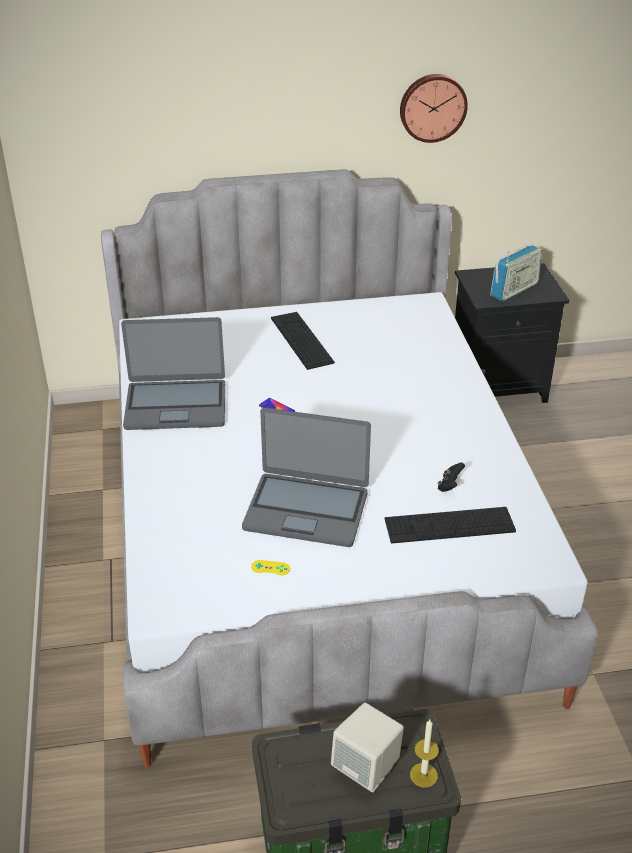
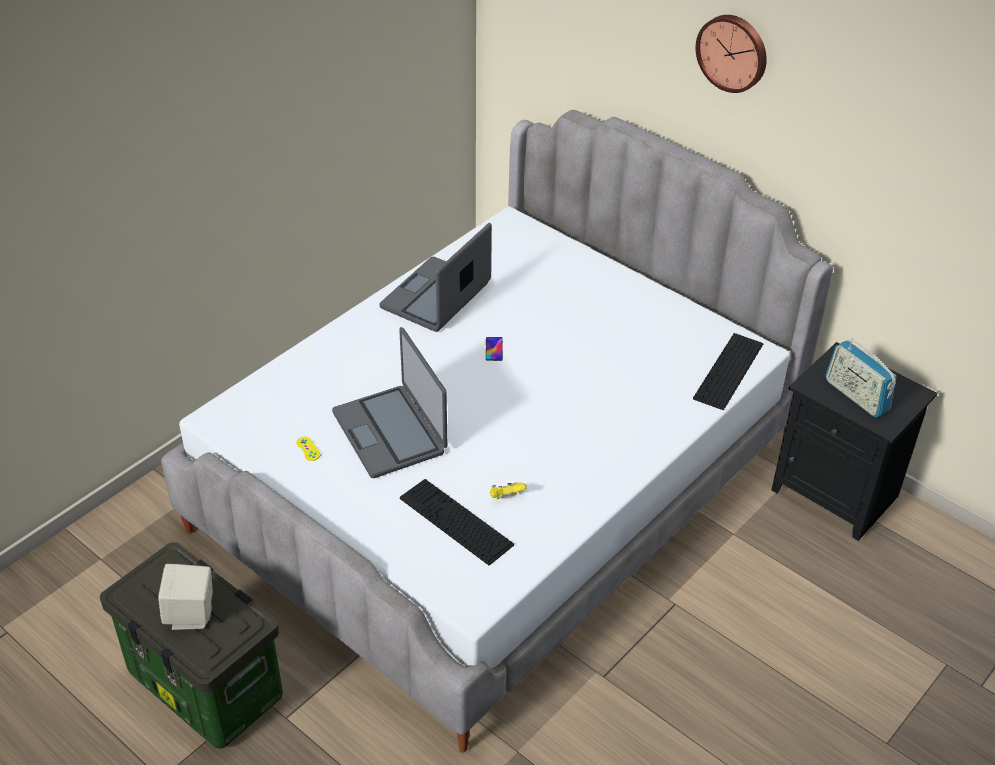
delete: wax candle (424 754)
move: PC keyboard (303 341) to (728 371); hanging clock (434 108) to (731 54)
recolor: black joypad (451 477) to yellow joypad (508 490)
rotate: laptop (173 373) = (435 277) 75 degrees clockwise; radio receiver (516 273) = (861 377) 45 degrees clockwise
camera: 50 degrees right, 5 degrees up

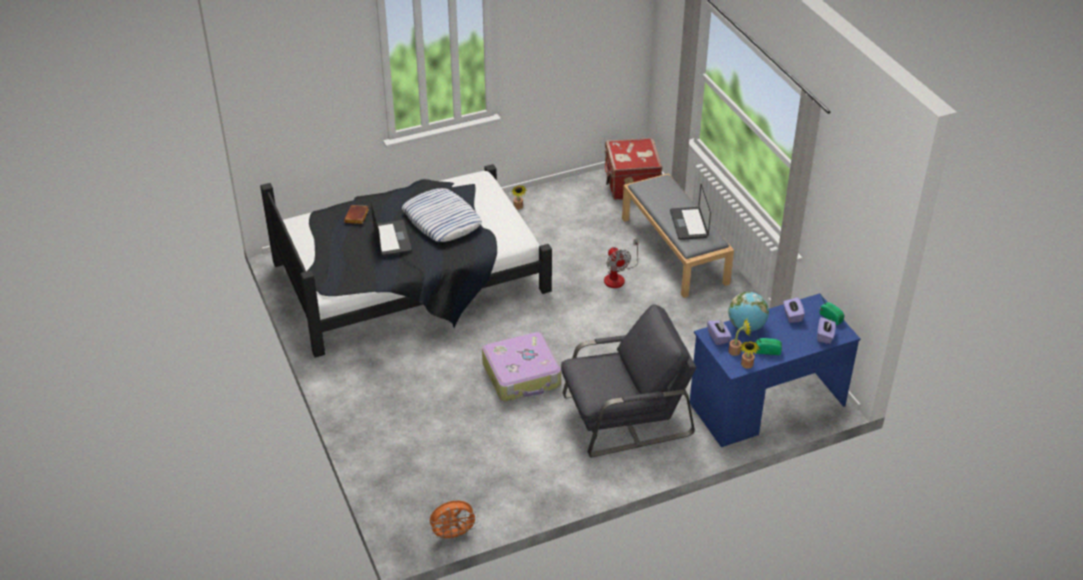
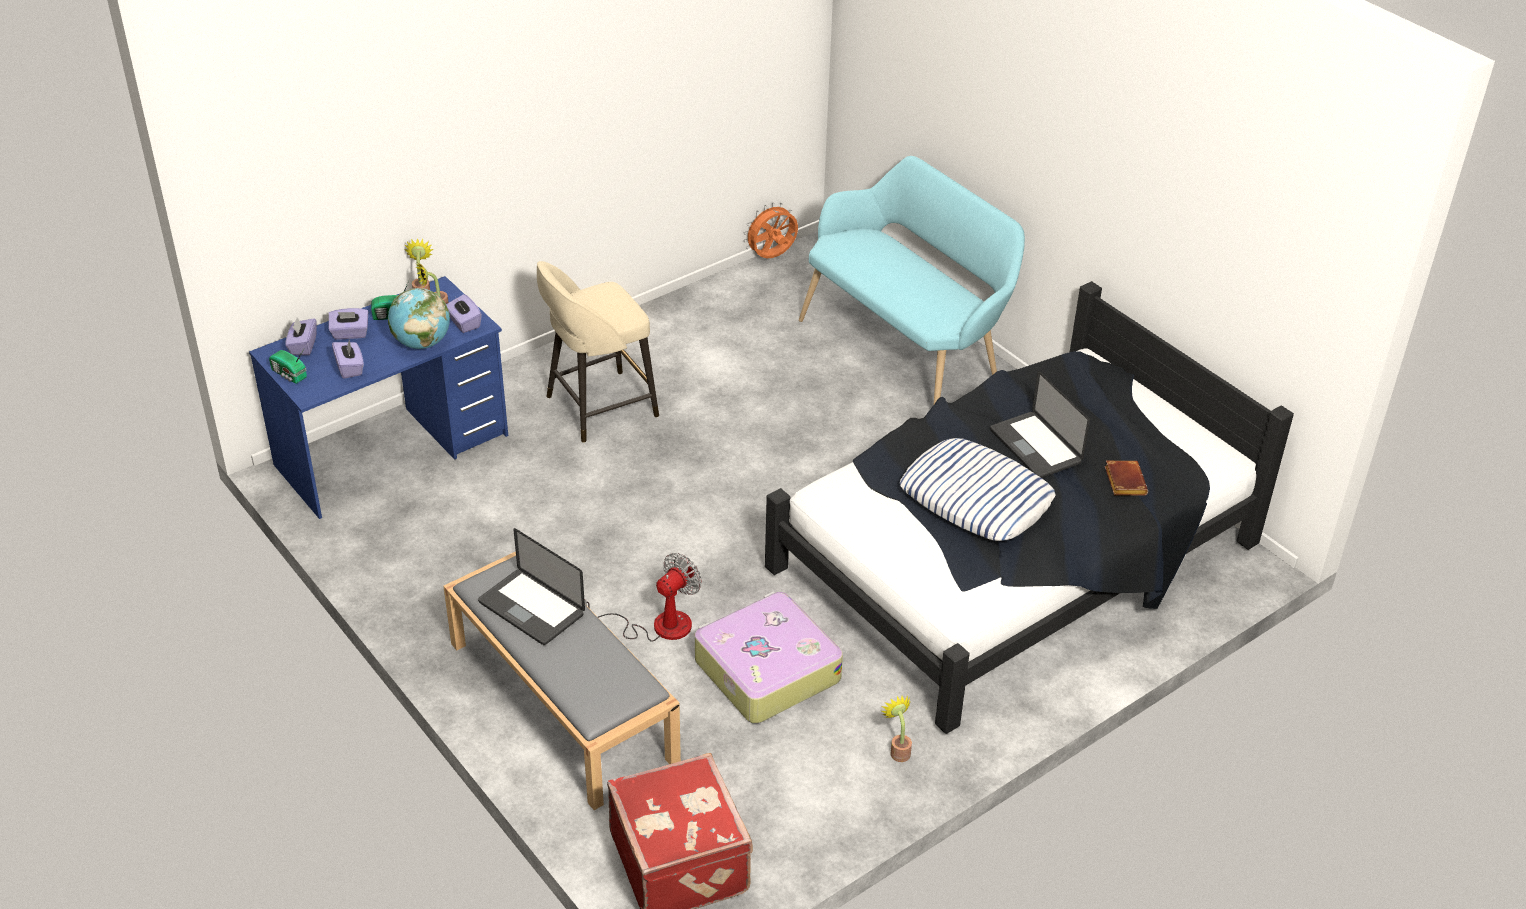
insert: purplish tissue box (348 324); blue-green bench (912 280)
move: suitcase (521 366) to (769 657)
replace: grey armchair (628 380) to beige-coloured stool seat (598 352)
rotate: fan (621 263) = (643 597) 75 degrees clockwise; laptop (690 212) = (531 586) 150 degrees clockwise
camera: 165 degrees right, 0 degrees up

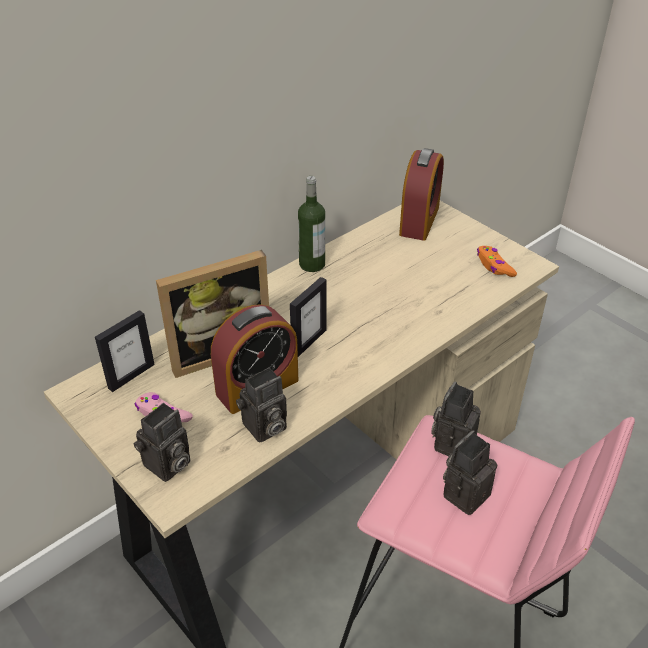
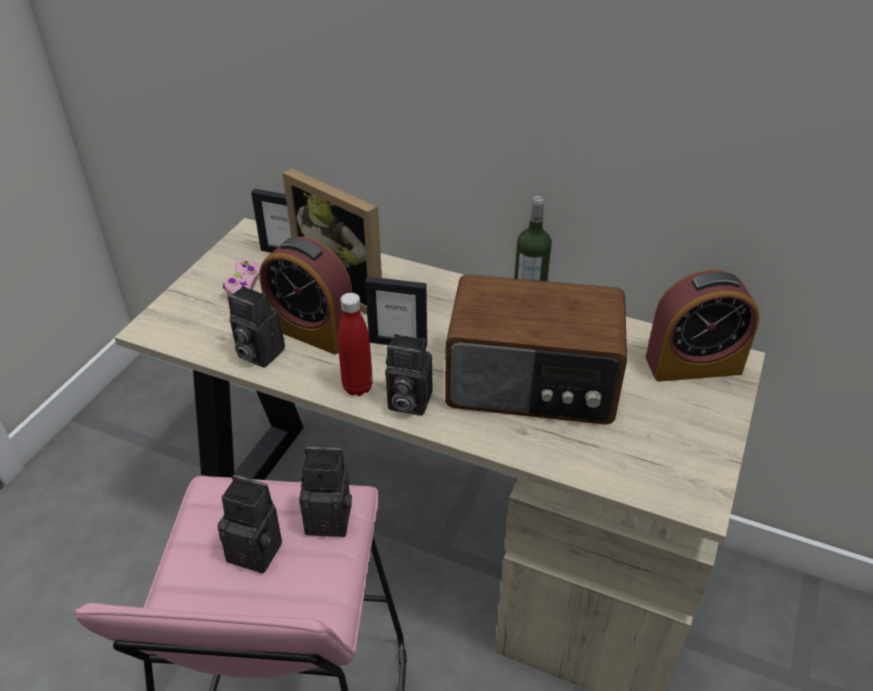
delete: orangey joypad (497 261)
insert: red bottle (355 344); radio receiver (536 349)
move: still camera (162 442) to (409 375)
camera: 65 degrees right, 0 degrees up

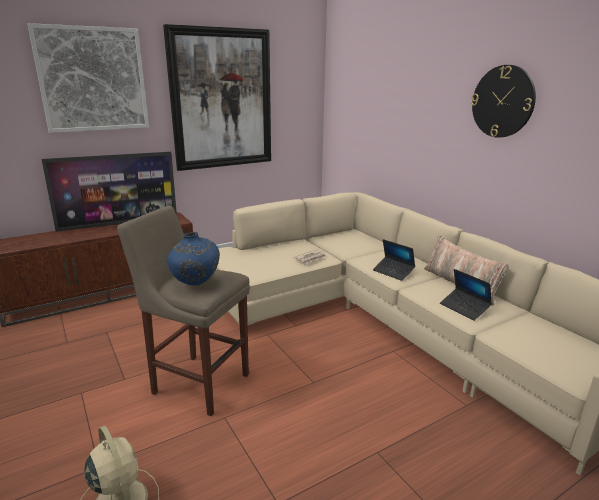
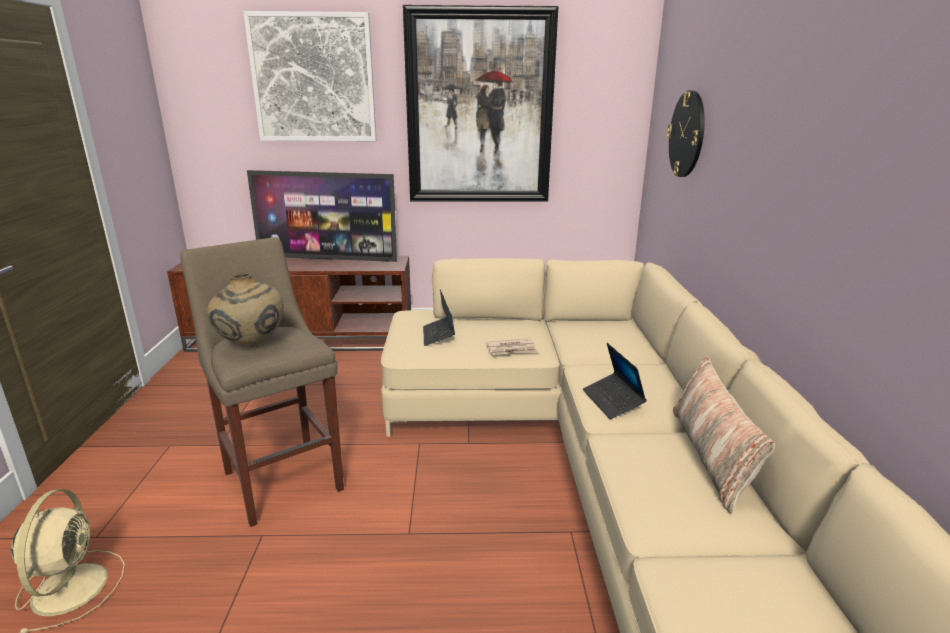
move: laptop (466 295) to (439 317); hanging clock (503 101) to (686 133)
recolor: bluish flower vase (193 258) to beige-coloured flower vase (245 310)
camera: 30 degrees right, 0 degrees up

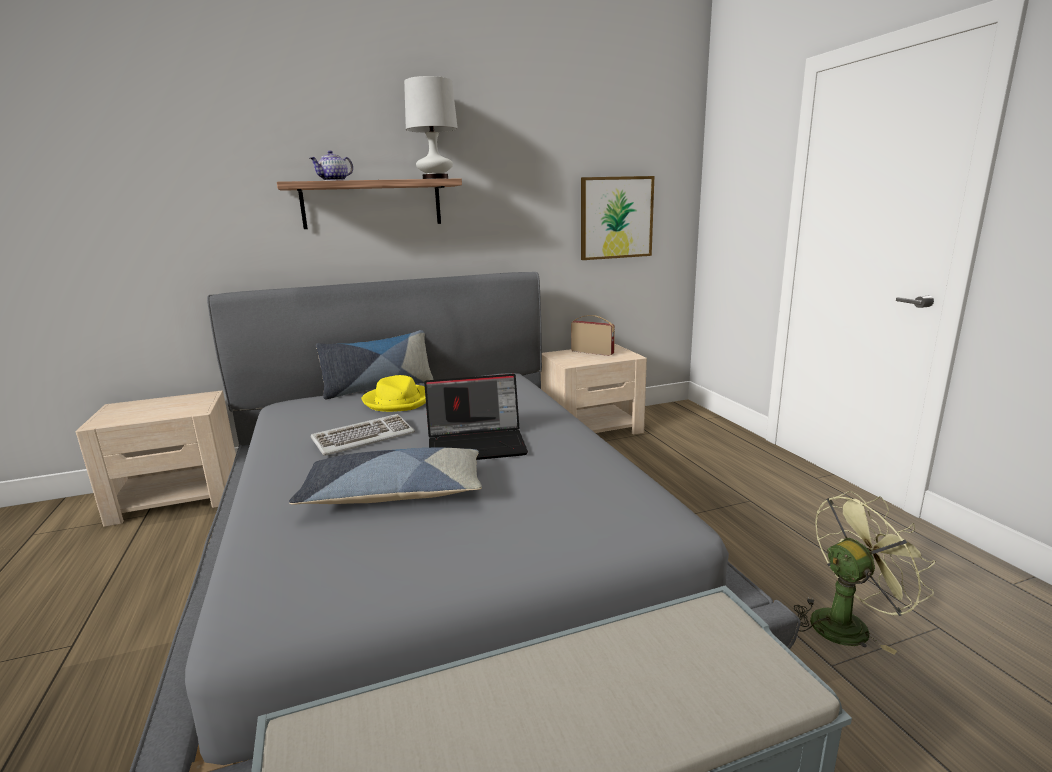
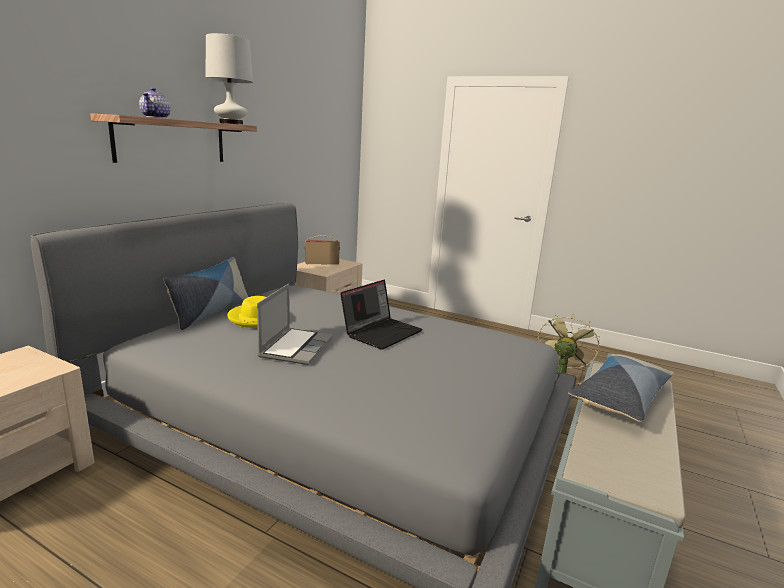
delete: wall art (617 218)
move: pillow (385 476) to (621 387)
replace: PC keyboard (363 435) to laptop (295 324)
camera: 45 degrees left, 0 degrees up

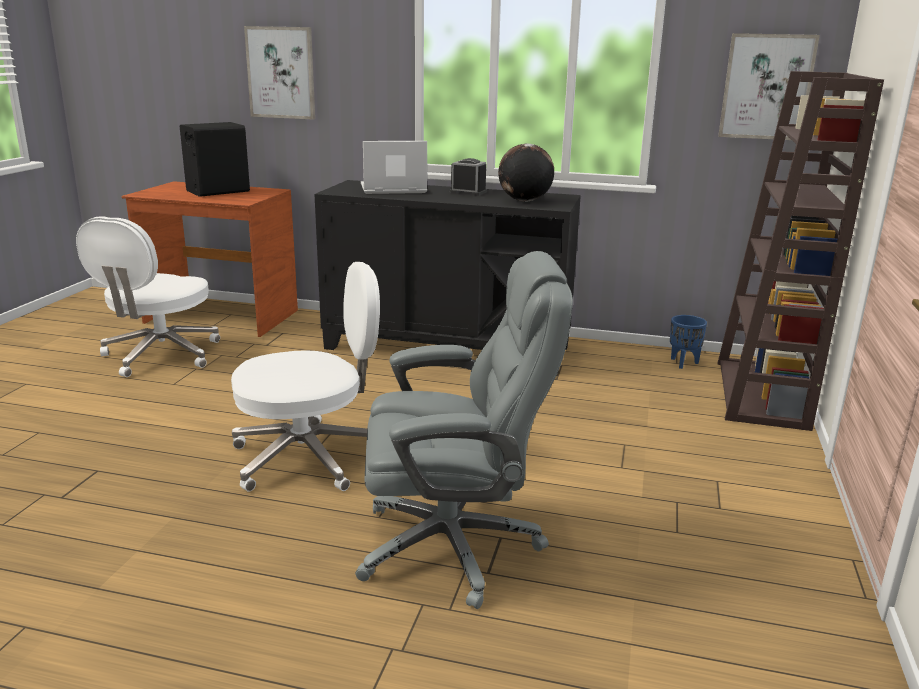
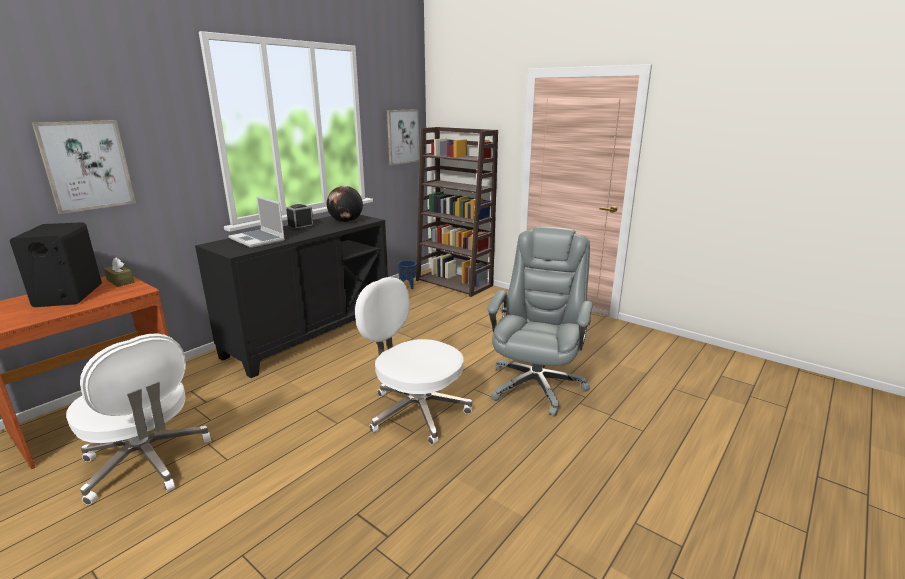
insert: brownish tissue box (119 272)
rotate: white computer chair (305 377) = (413 361) 60 degrees counterclockwise; laptop (394 167) = (257 222) 60 degrees counterclockwise
camera: 65 degrees left, 0 degrees up

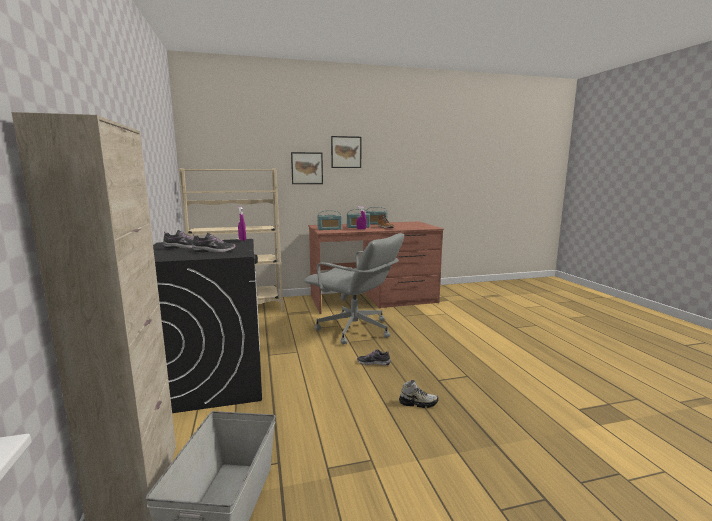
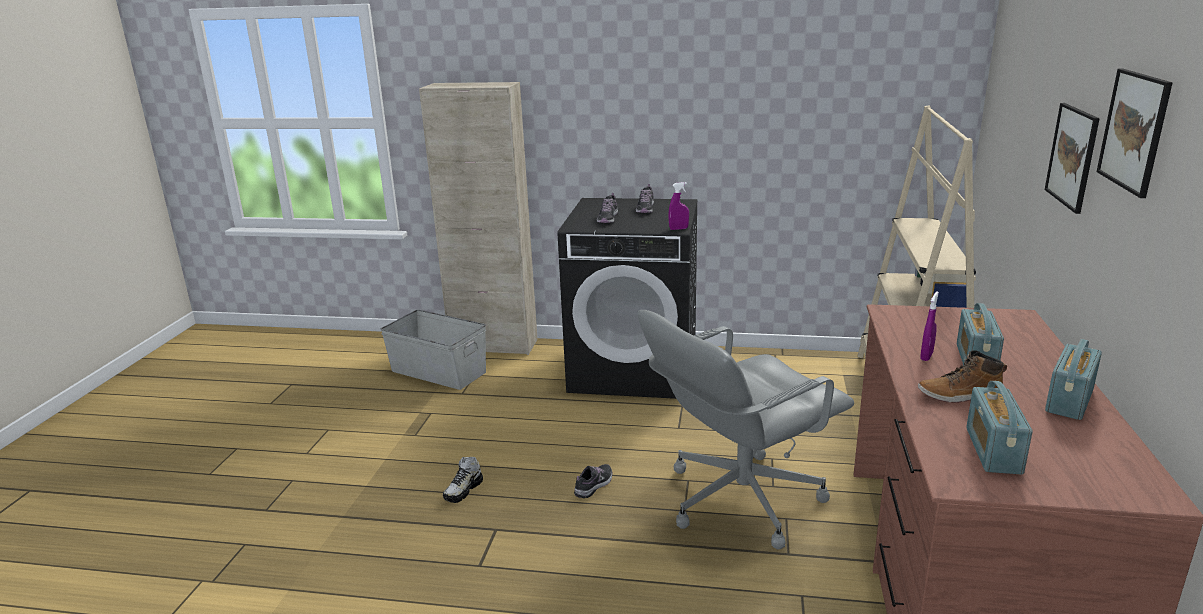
move: radio receiver (329 220) to (999 427)
camera: 115 degrees right, 10 degrees up

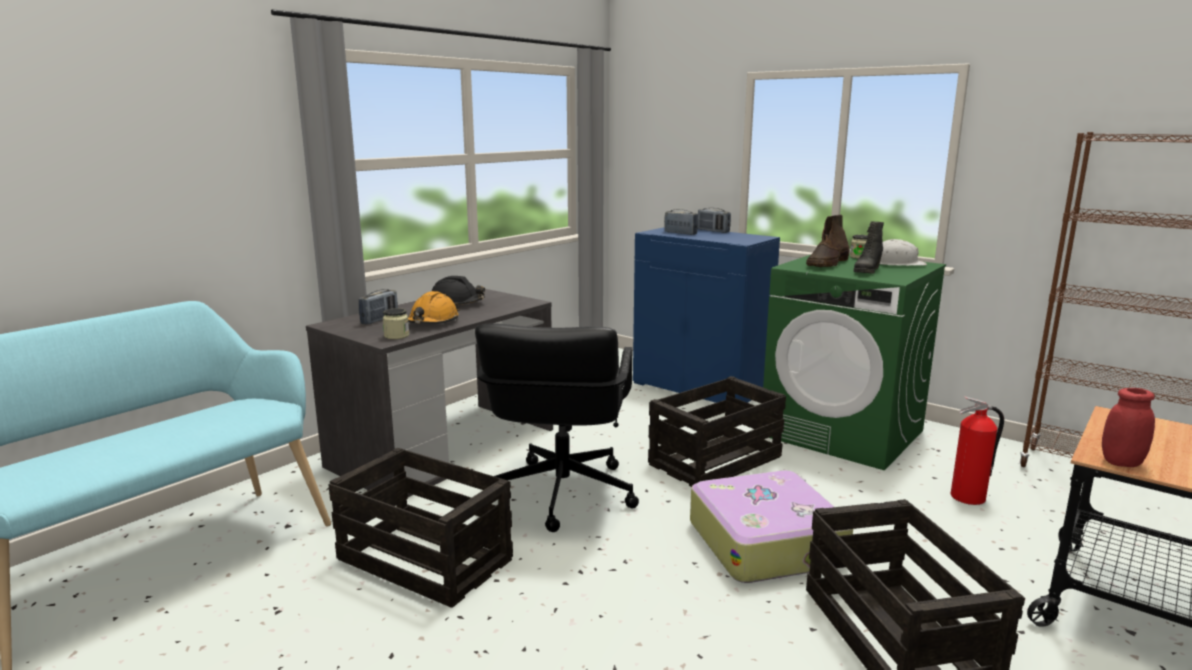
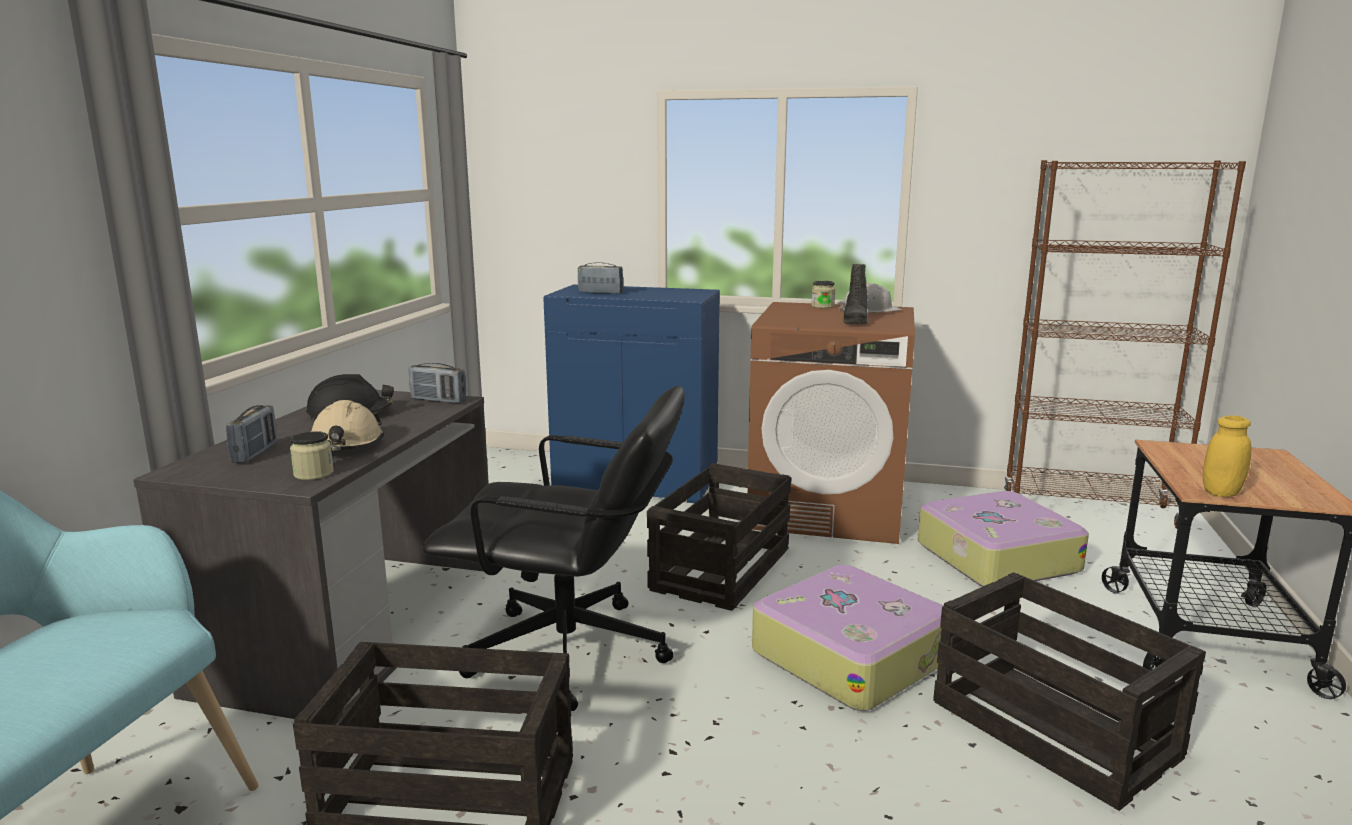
delete: brownish high-top boot (828 241)
move: radio receiver (714 220) to (437 383)
replace: fire extinguisher (977 450) to suitcase (1003 539)
recolor: orangey hard hat (434 307) to beige-coloured hard hat (347 425); green washing machine (854 361) to brownish washing machine (831 423); red storage jar (1128 427) to yellow storage jar (1227 456)
rotate: black computer chair (557 427) = (554 548) 60 degrees counterclockwise
camera: 25 degrees left, 0 degrees up

